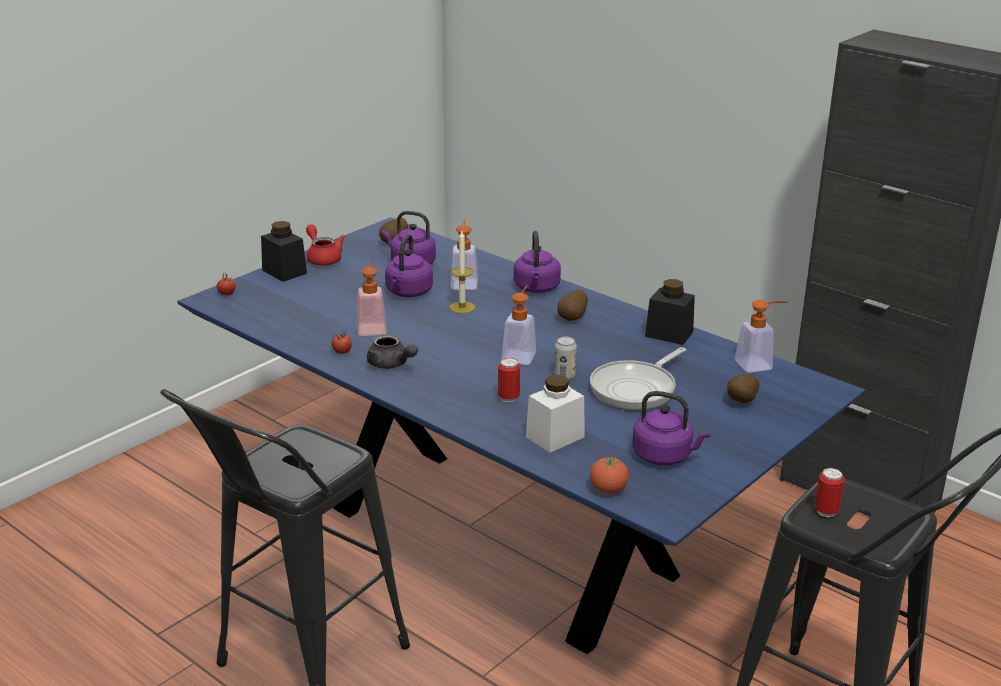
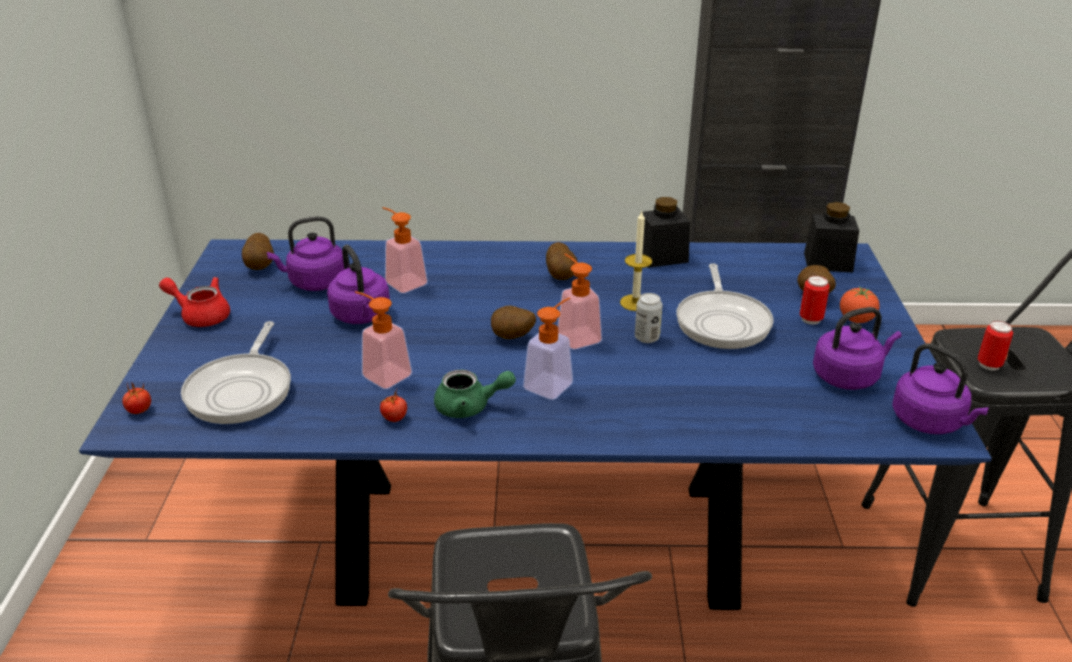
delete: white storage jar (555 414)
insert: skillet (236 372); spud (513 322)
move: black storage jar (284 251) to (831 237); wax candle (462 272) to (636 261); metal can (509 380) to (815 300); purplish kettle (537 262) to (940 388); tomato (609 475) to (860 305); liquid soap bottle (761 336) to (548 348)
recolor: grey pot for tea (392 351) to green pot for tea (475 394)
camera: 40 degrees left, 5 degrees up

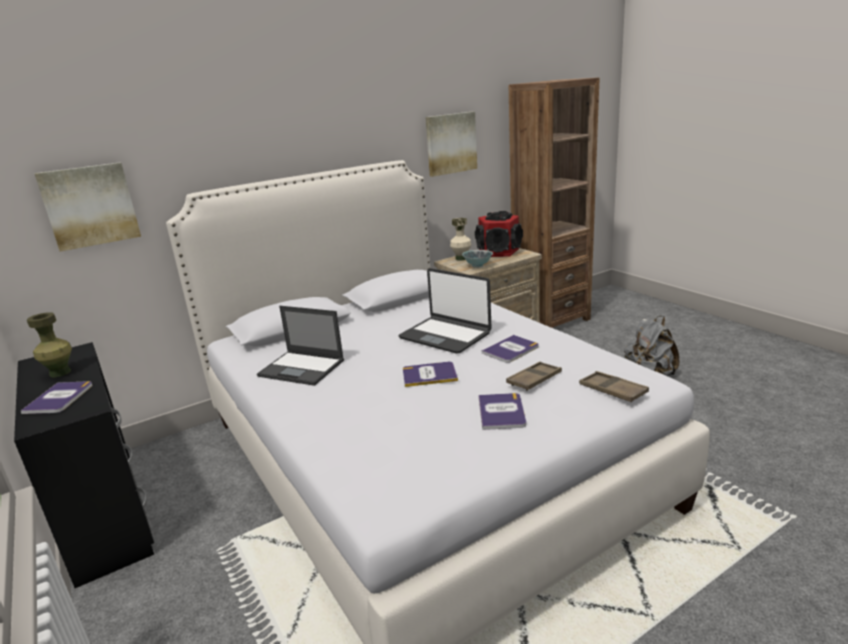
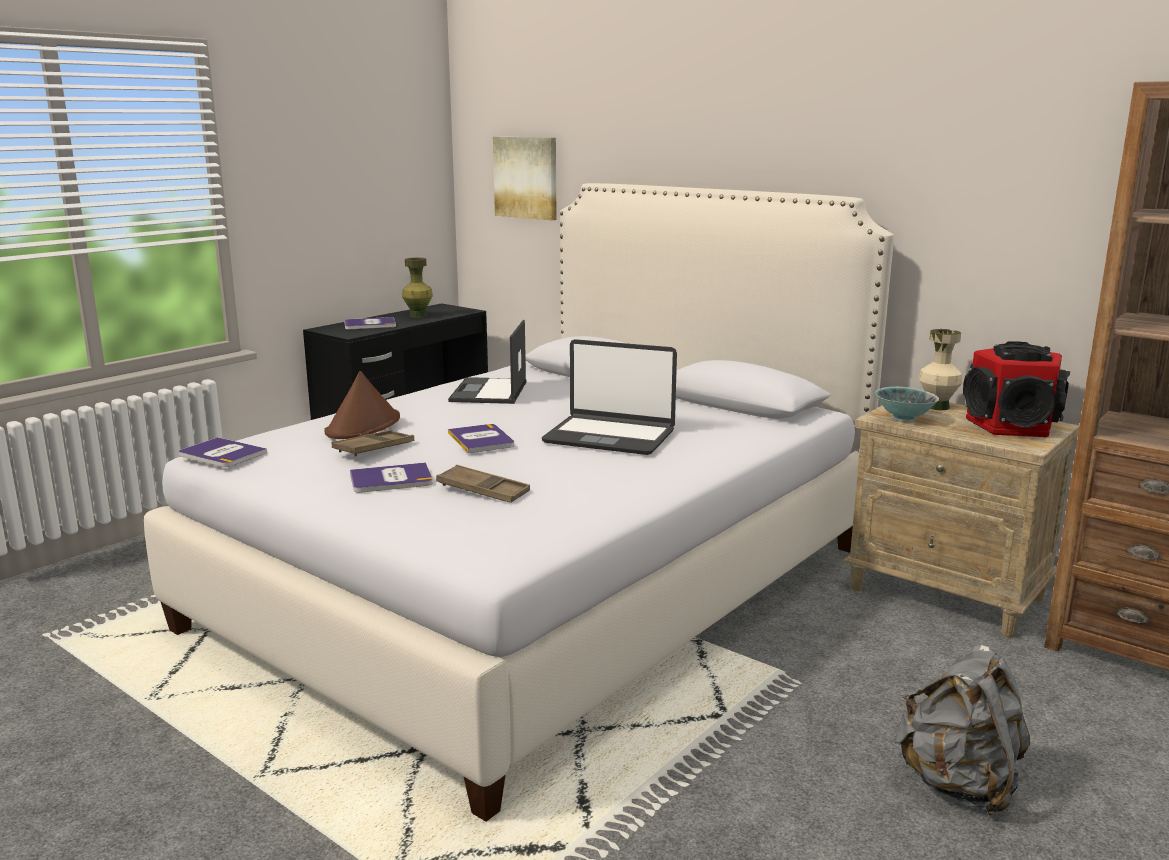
delete: wall art (451 144)
insert: brownish clothing hat (362 405)
move: bound book (510 349) to (223 452); brownish tray (614 386) to (373 443)
rotate: laptop (445 311) = (609 397) 90 degrees counterclockwise
camera: 70 degrees right, 5 degrees down

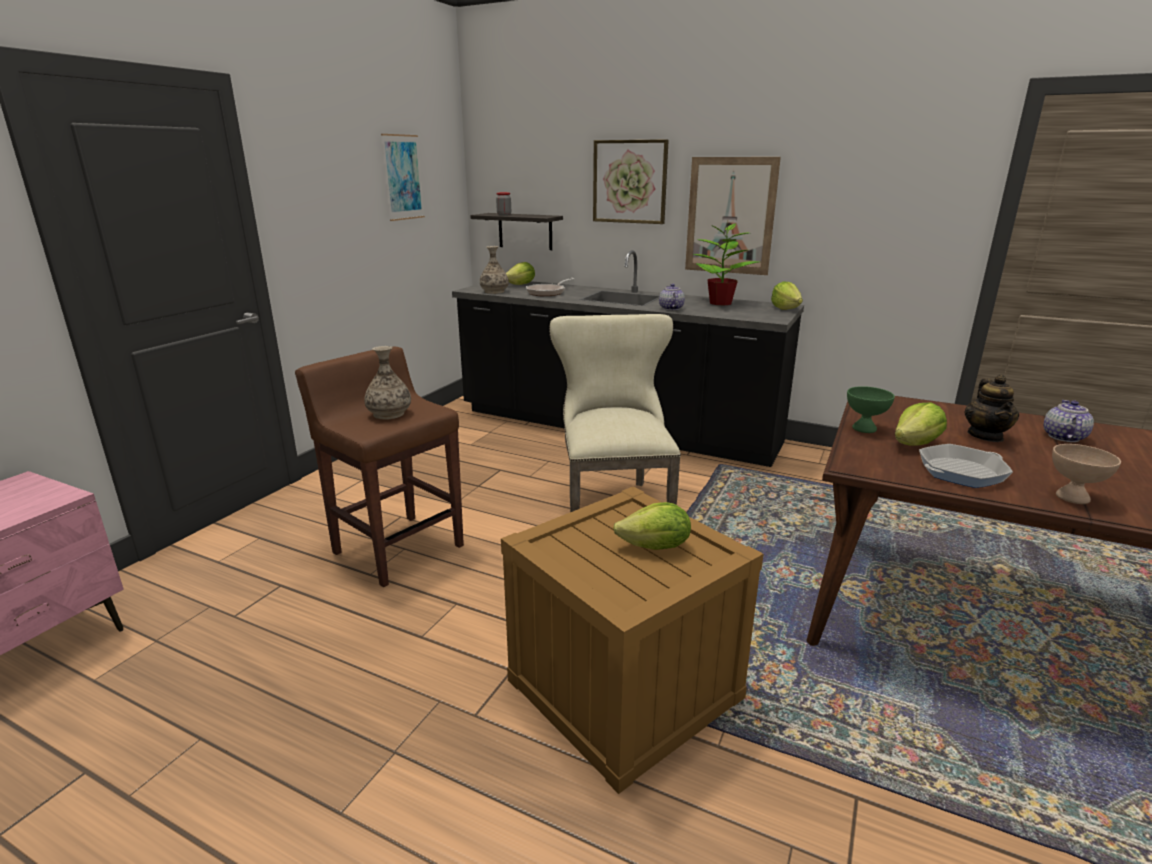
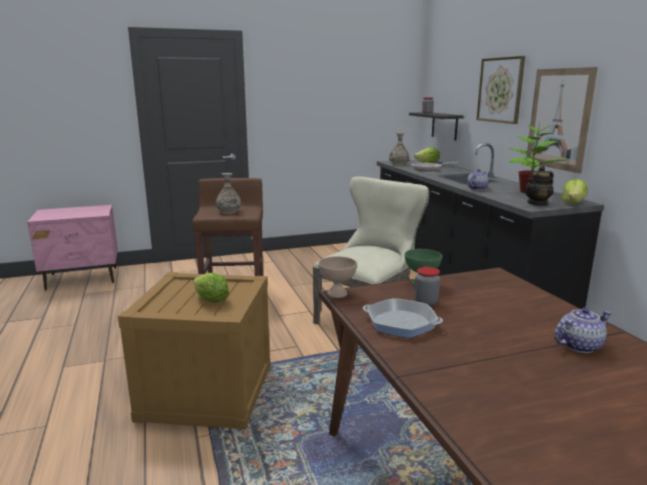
delete: wall art (403 177)
move: pot for tea (991 408) to (539 185); beige-coloured serving bowl (1086 474) to (337 277)
replace: lettuce head (921 424) to storage jar (427 286)
camera: 45 degrees right, 5 degrees down

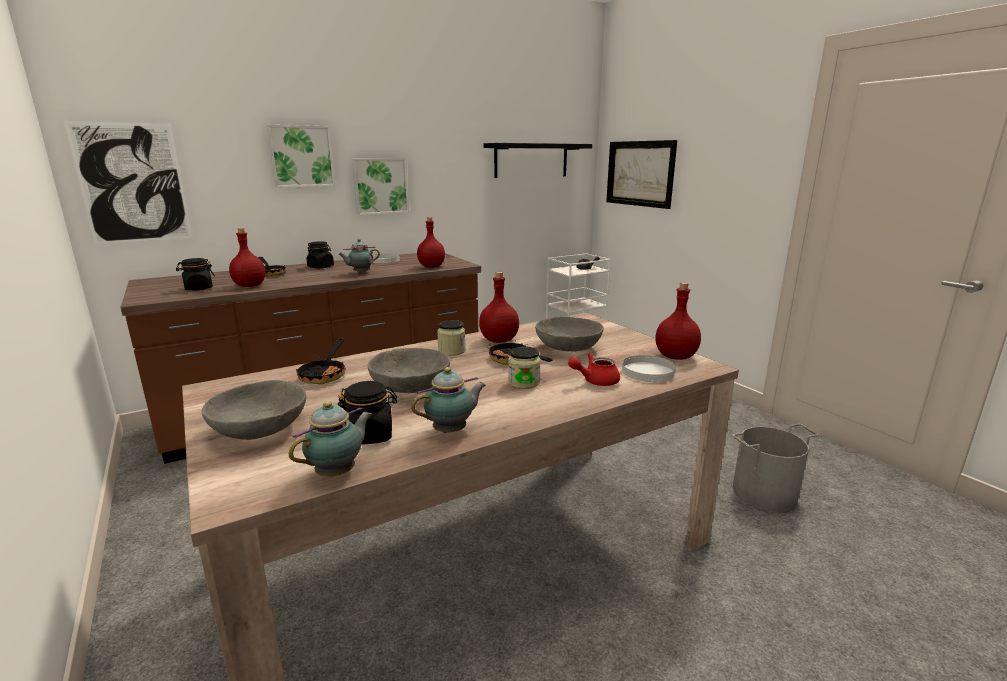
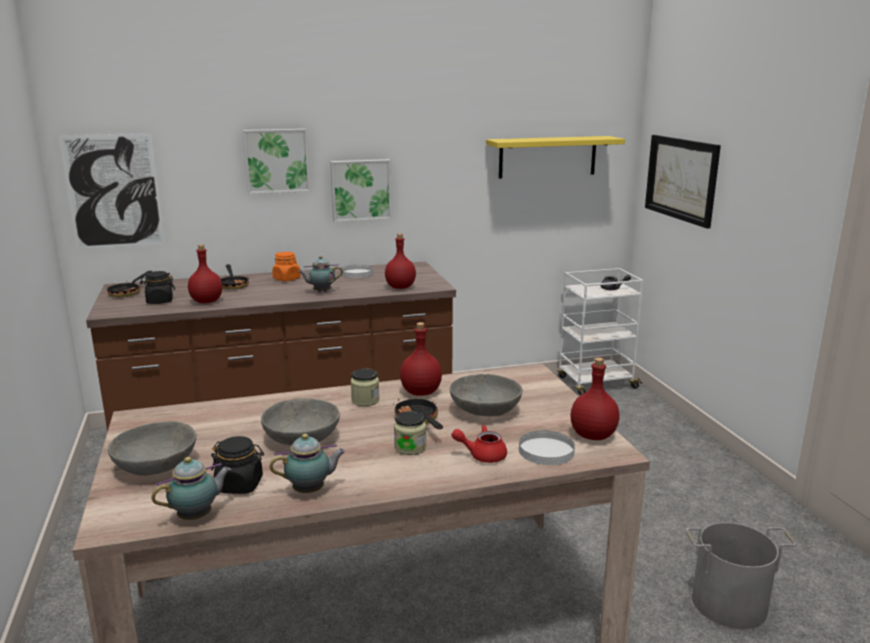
move: skillet (321 361) to (129 284)
recolor: black storage jar (320 255) to orangey storage jar (286 266); black shelf (538 160) to yellow shelf (555 157)
camera: 15 degrees right, 0 degrees up

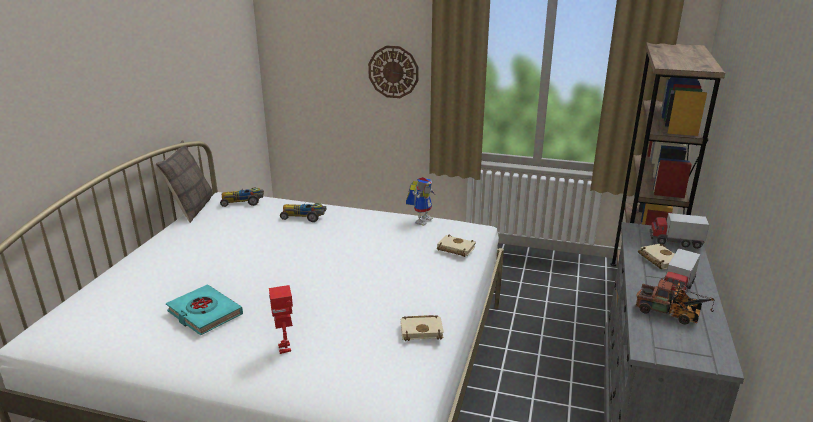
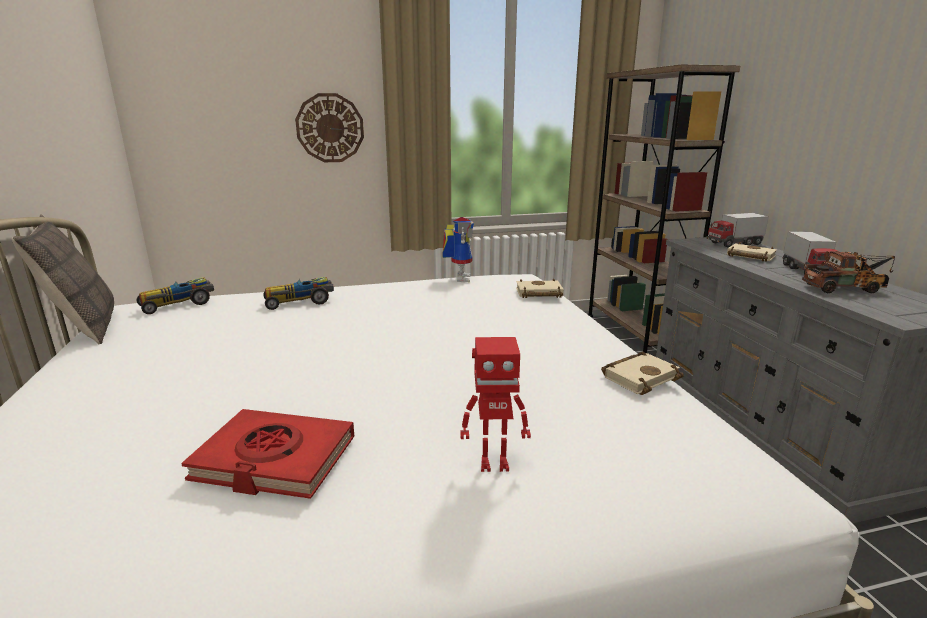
recolor: blue-green bound book (204 310) to red bound book (267 454)
rotate: toy robot (281 319) = (495 404) 45 degrees counterclockwise
camera: 30 degrees left, 5 degrees down

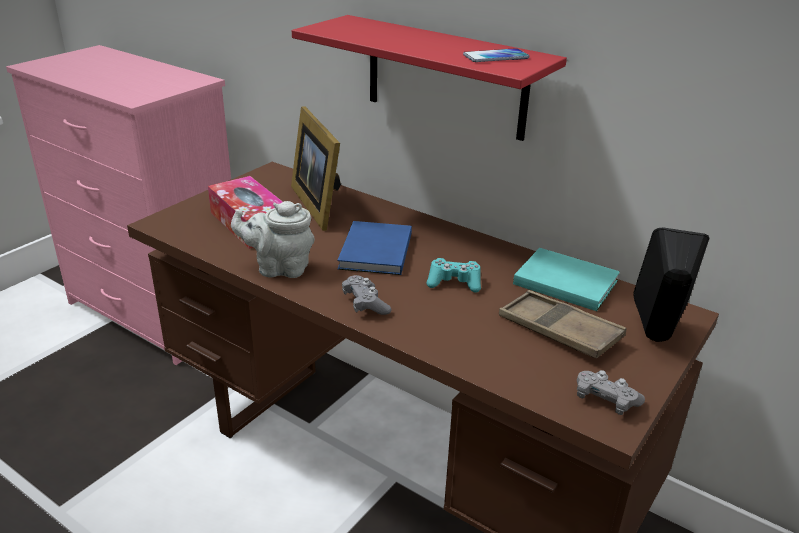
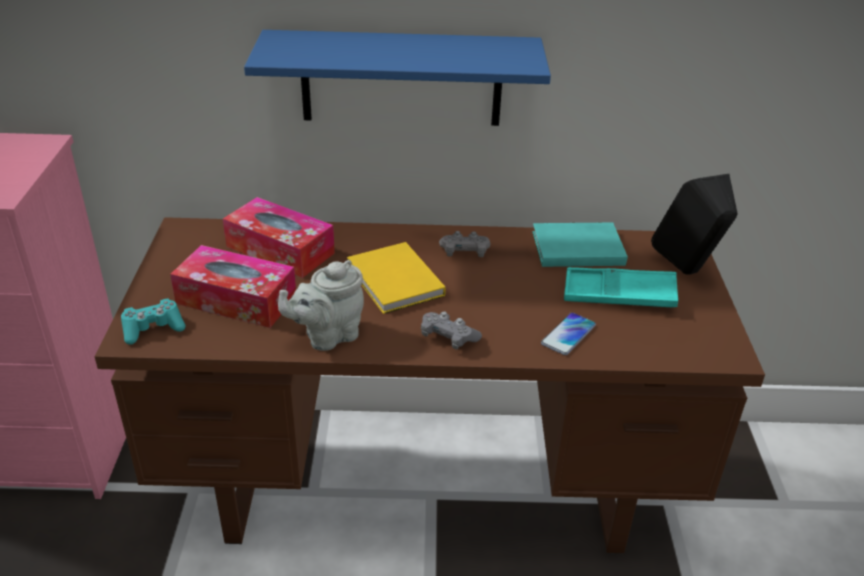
move: blue-green joypad (453 275) to (153 322); phone (496 55) to (568 334); grey joypad (611 392) to (464 244)
replace: photo frame (316 168) to tissue box (279 237)
recolor: red shelf (429 78) to bluish shelf (397 78); bluish bound book (374 248) to yellow bound book (396 278); brownish tray (562 324) to blue-green tray (621 287)
camera: 35 degrees left, 5 degrees up

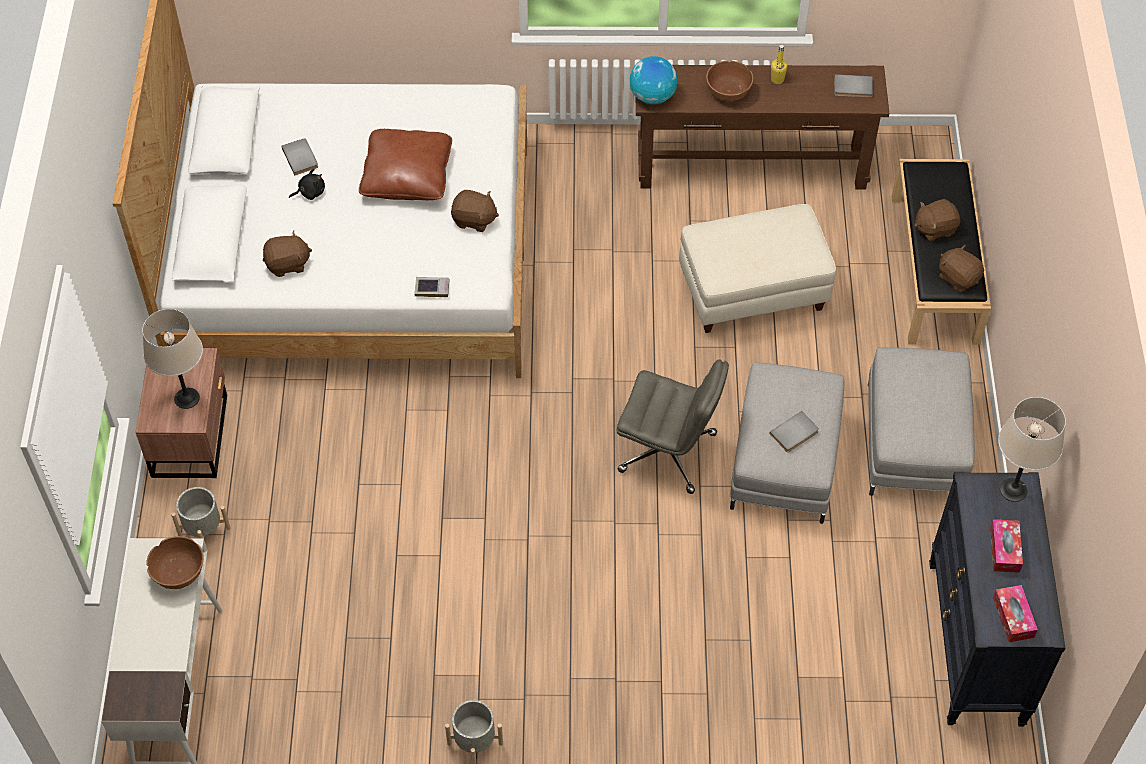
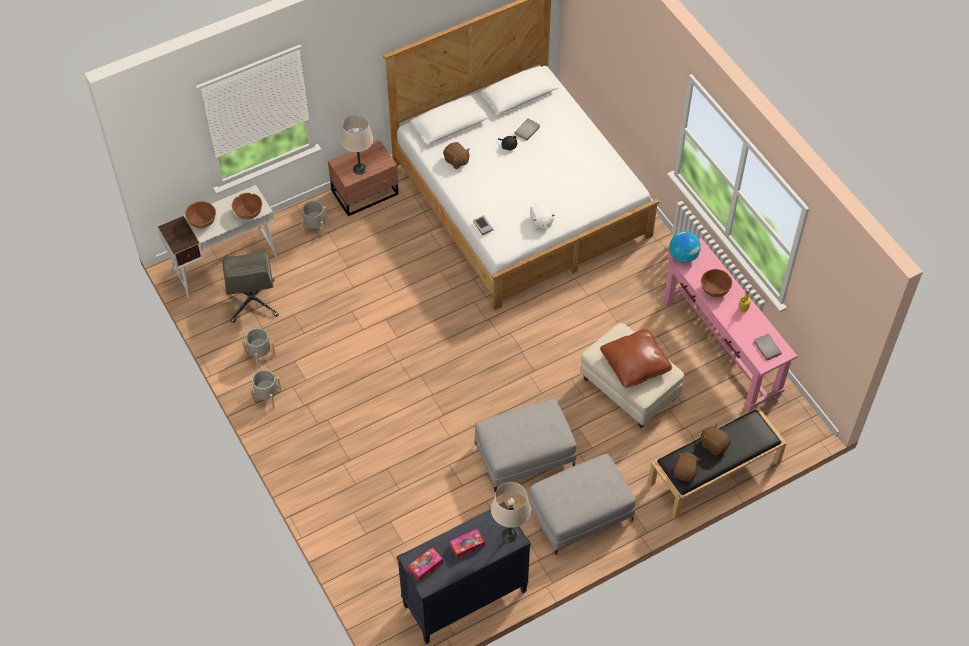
delete: grey bound book (794 431)
insert: brownish serving bowl (200 214); grey planter (259 348)
move: brownish pillow (405 164) to (636 358); grey computer chair (673 426) to (251 287)
recolor: brownish cuddly toy (475 211) to white cuddly toy (542 216); brownish hall table (763 127) to pink hall table (730 325)
camera: 60 degrees right, 0 degrees up

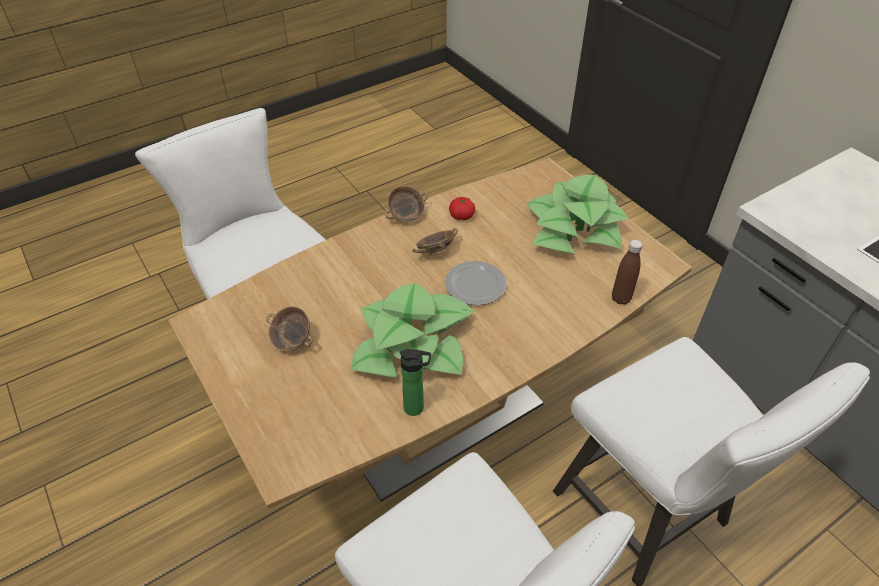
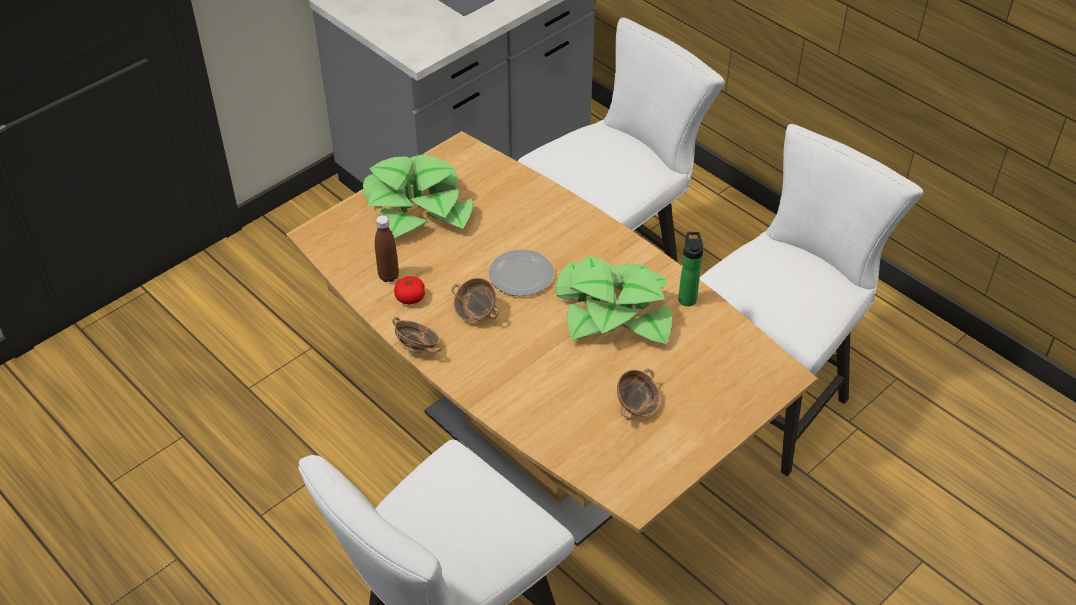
move: brownish bottle (627 272) to (387 248)
camera: 100 degrees left, 0 degrees up

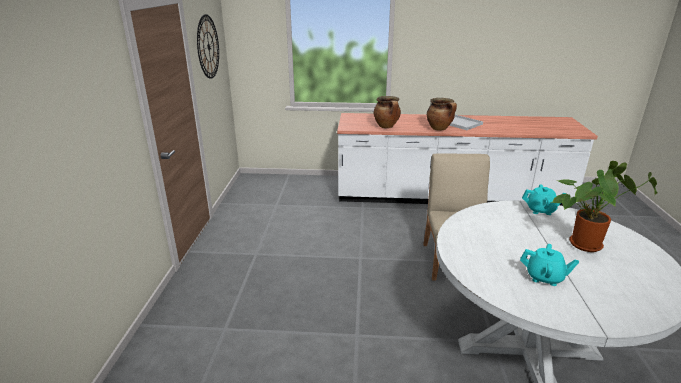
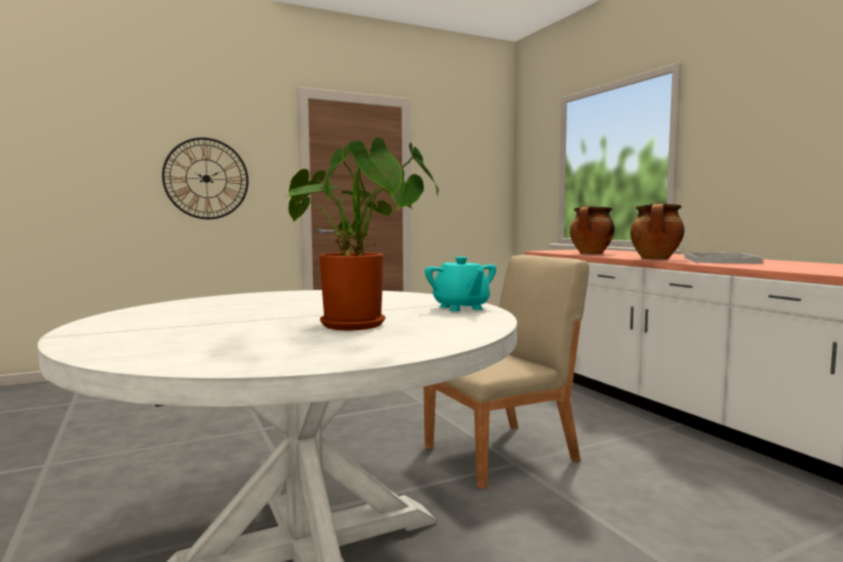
delete: blue-green pot for tea (549 265)
move: hanging clock (208 46) to (205 178)
camera: 60 degrees right, 20 degrees down

